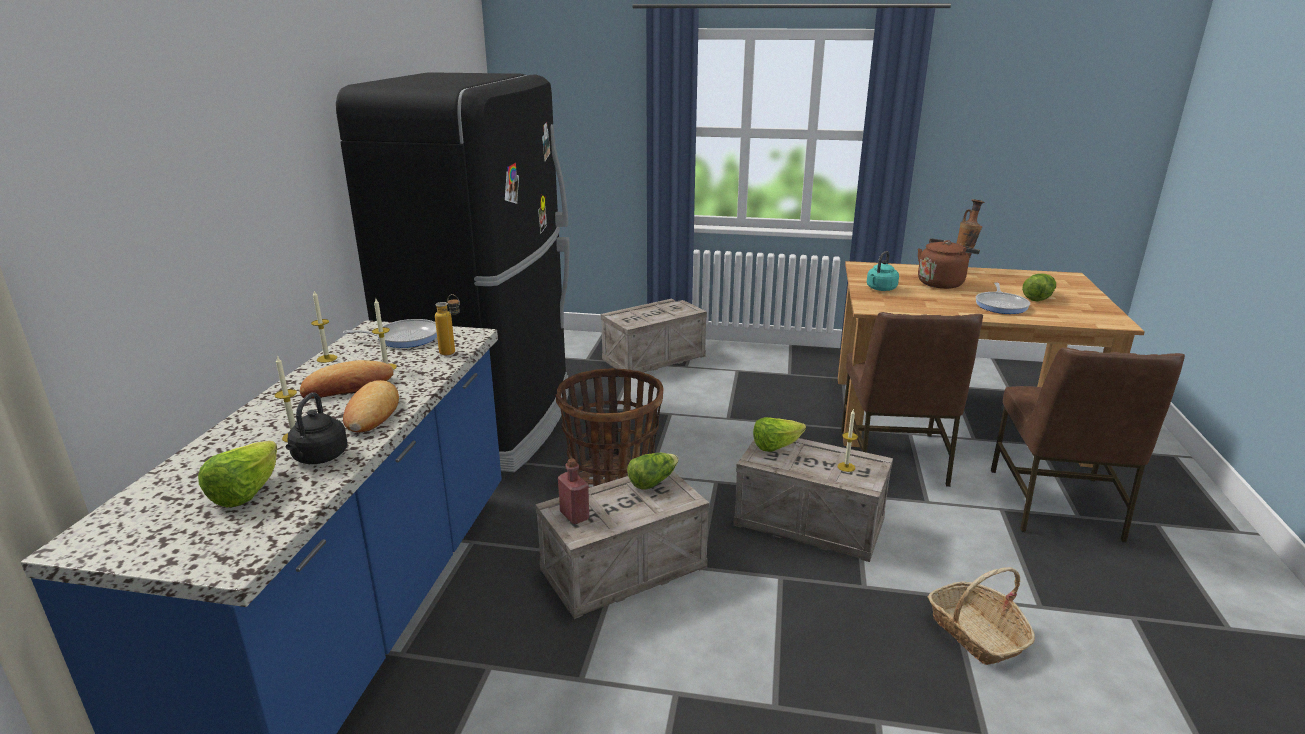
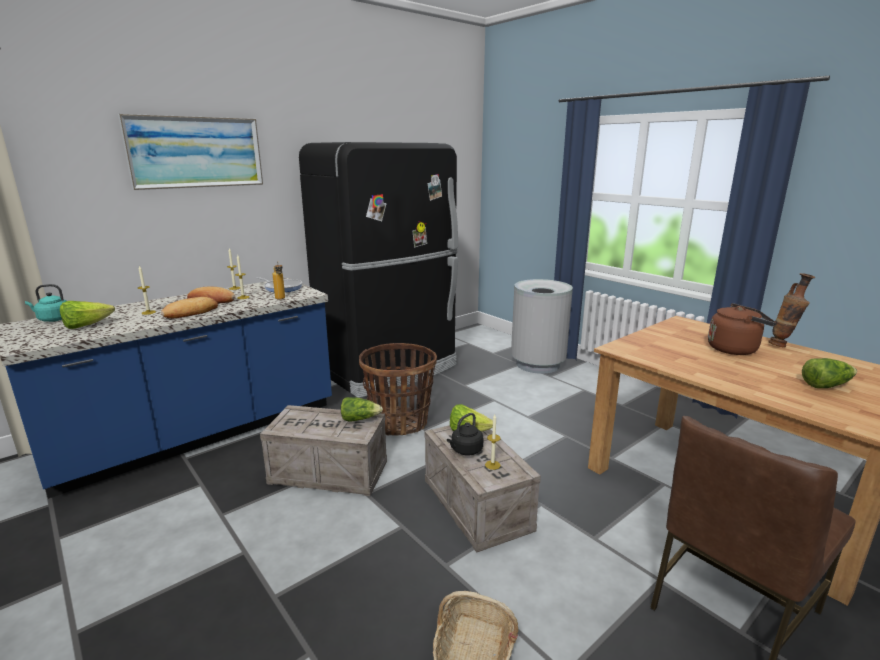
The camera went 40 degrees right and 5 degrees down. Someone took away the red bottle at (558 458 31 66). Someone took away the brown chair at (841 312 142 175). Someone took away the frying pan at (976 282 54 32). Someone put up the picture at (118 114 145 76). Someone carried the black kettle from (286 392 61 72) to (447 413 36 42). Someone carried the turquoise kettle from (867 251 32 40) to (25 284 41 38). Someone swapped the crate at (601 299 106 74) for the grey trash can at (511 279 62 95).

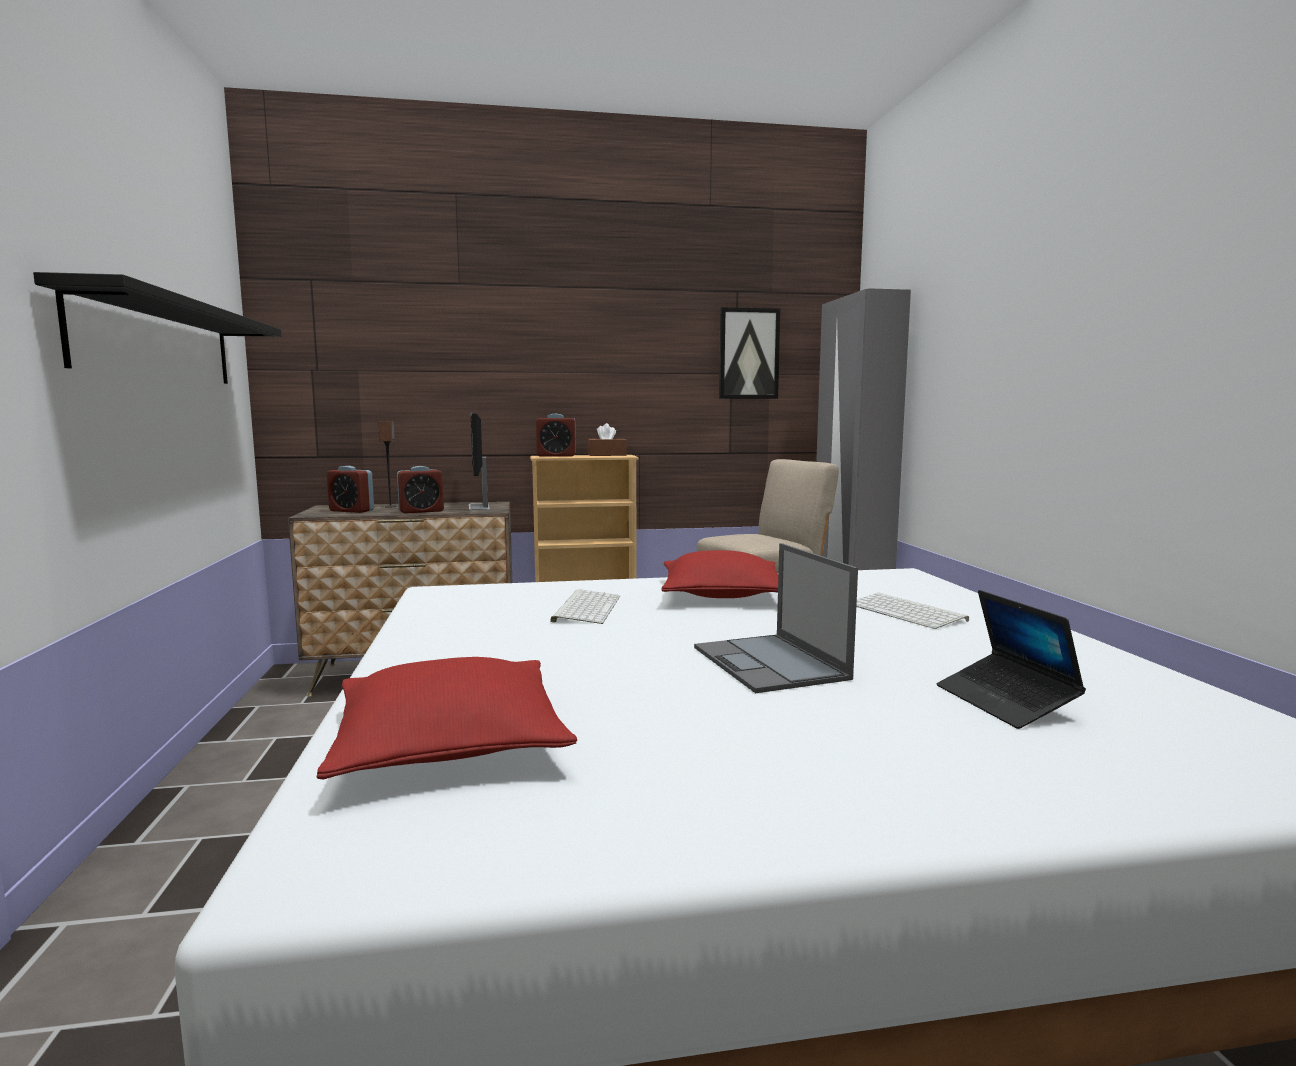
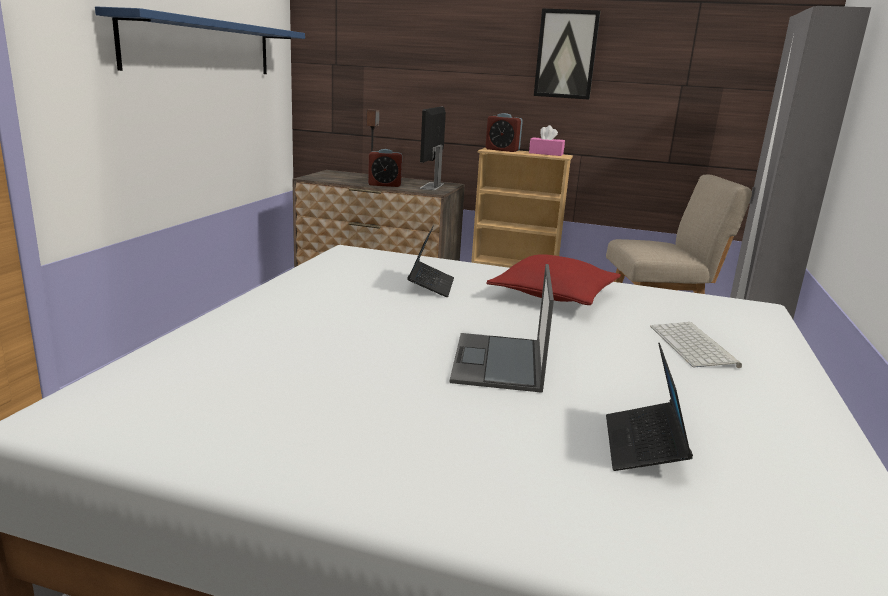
The camera went 25 degrees right and 10 degrees up. Someone took away the red pillow at (317 657 260 123). Someone took away the alarm clock at (327 466 47 47). Someone carried the picture from (719 307 62 92) to (534 8 67 92). Someone swapped the keyboard at (550 589 70 35) for the laptop at (407 225 47 72). Someone repainted the black shelf at (33 272 248 112), which became the blue shelf at (95 6 210 68). Someone repainted the brown tissue box at (587 423 40 33), which became the pink tissue box at (529 125 36 31).

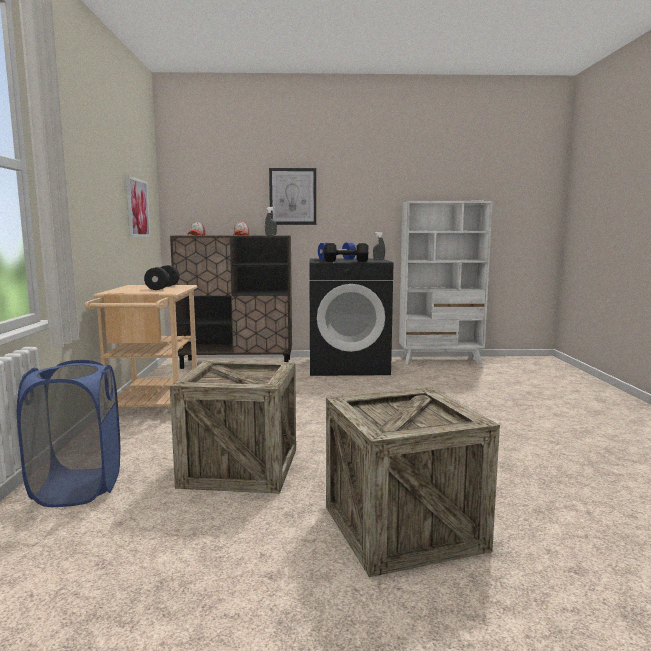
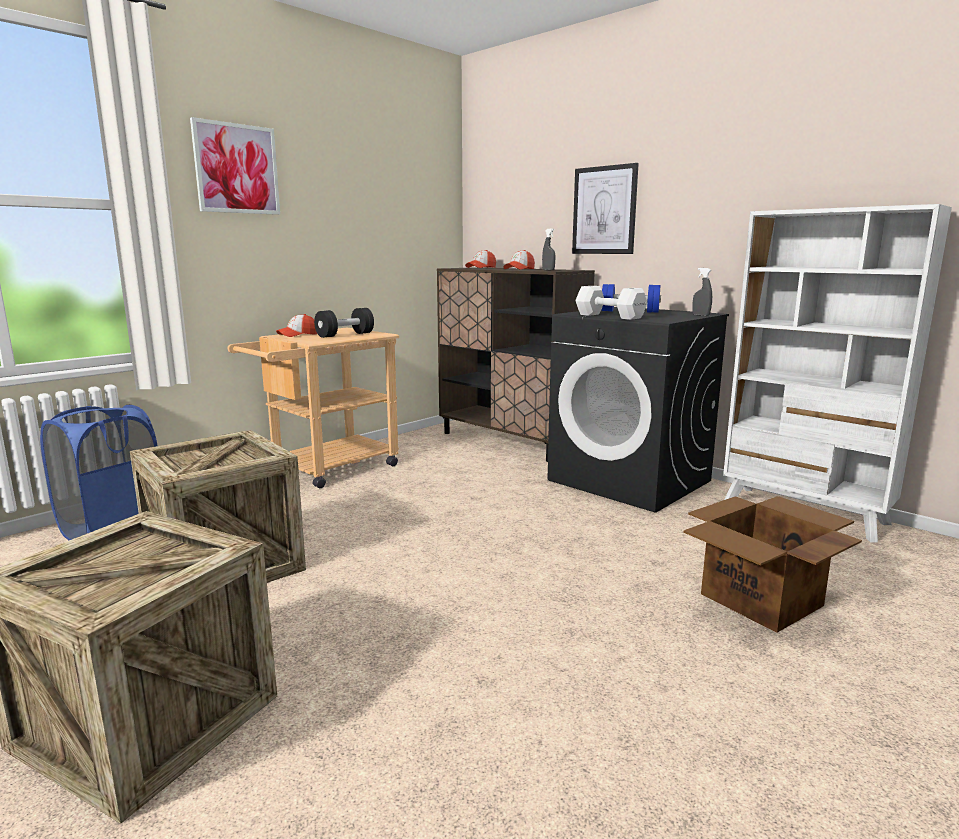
The camera went 45 degrees right and 5 degrees up. Someone put down the cap at (276 314 41 23). Someone put down the cardboard box at (683 496 179 137). Someone carried the picture from (126 176 24 61) to (190 117 90 98). Someone repainted the black dumbbell at (324 243 44 19), which became the white dumbbell at (575 286 72 34).

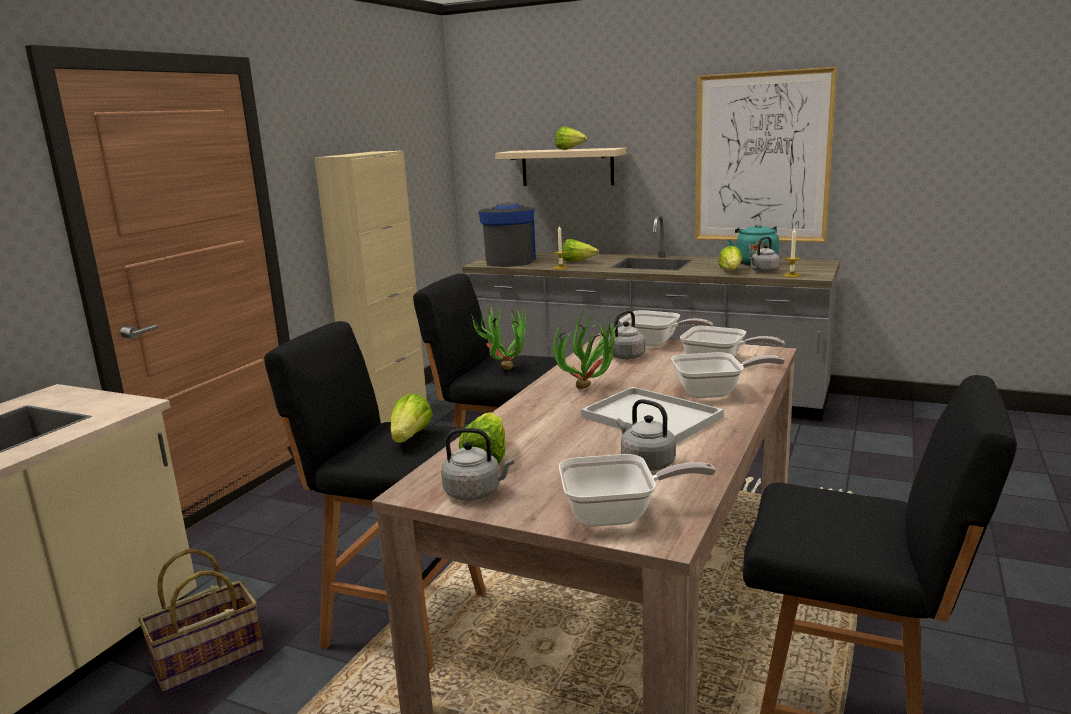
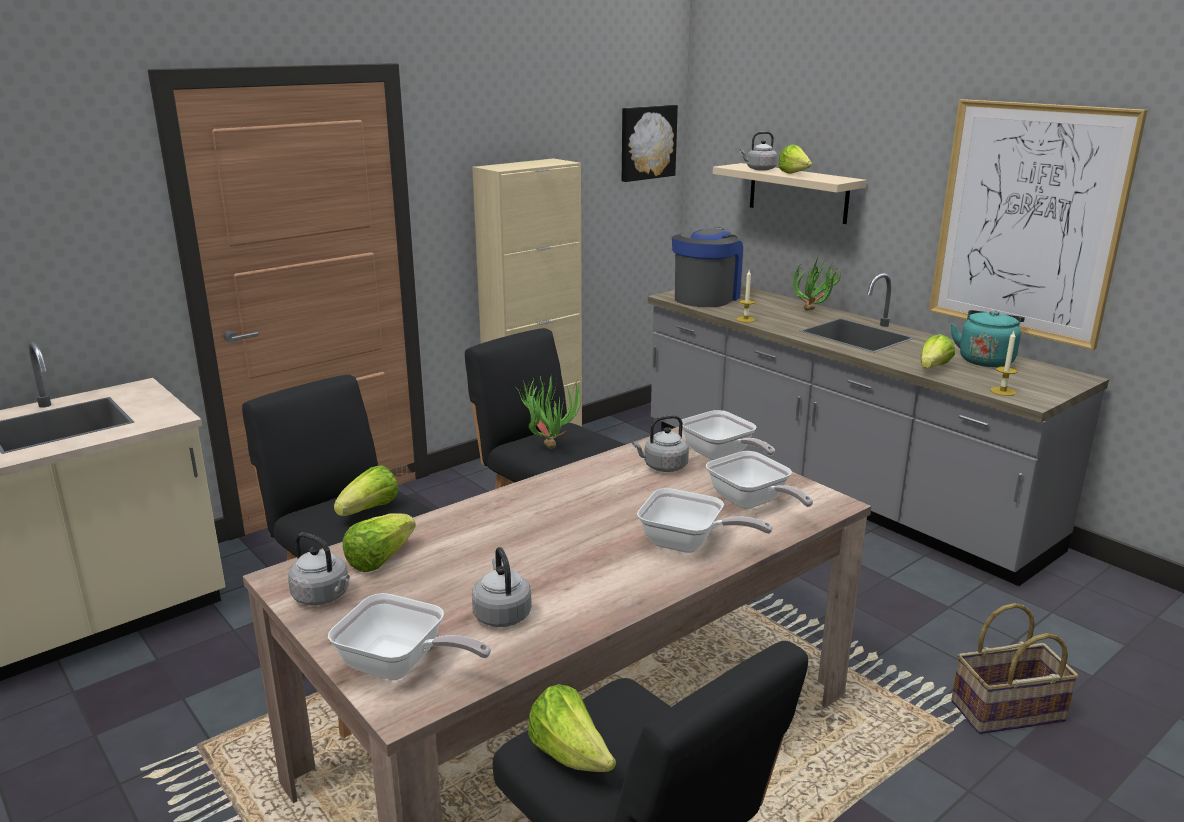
The camera went 25 degrees right and 5 degrees up. Someone took away the white tray at (581 387 143 57). Someone put up the picture at (622 105 56 77). Someone carried the basket from (138 549 126 145) to (951 603 128 131). Someone carried the potted plant from (553 312 68 77) to (792 257 50 54). Someone carried the lettuce from (562 239 37 23) to (528 684 88 88). Someone carried the grey kettle from (749 237 31 36) to (740 131 37 40).

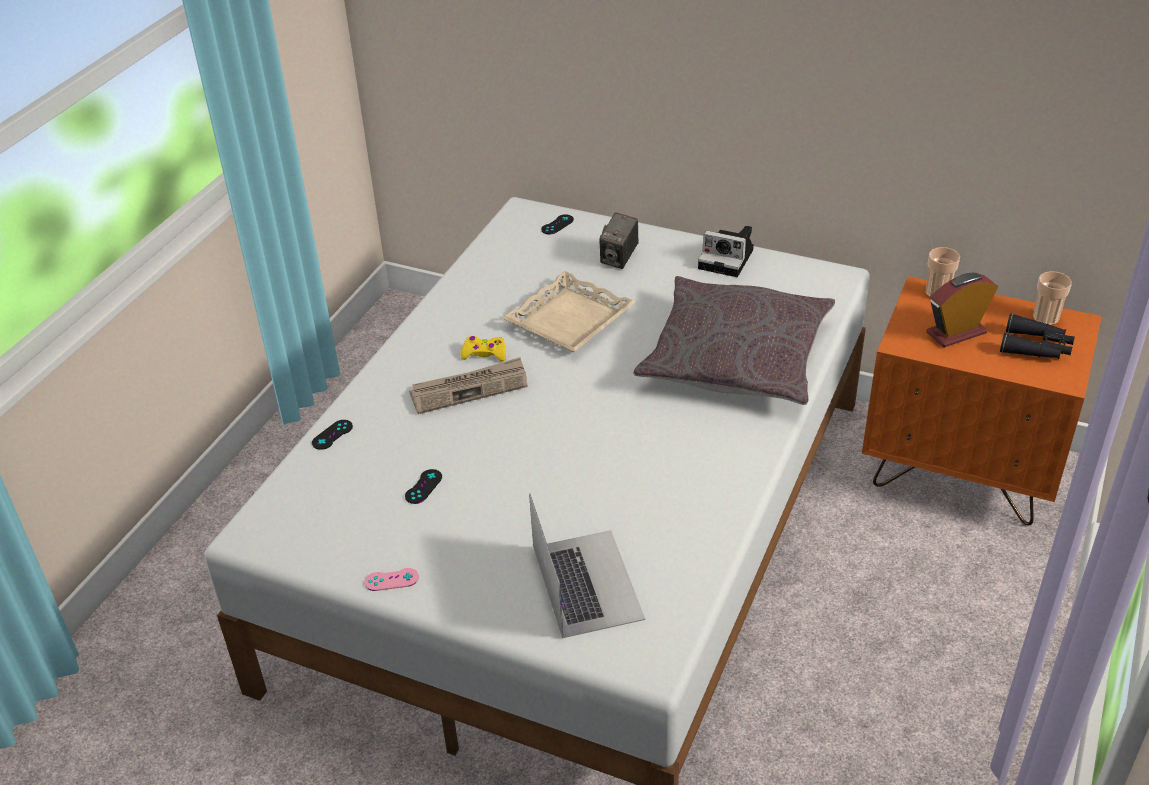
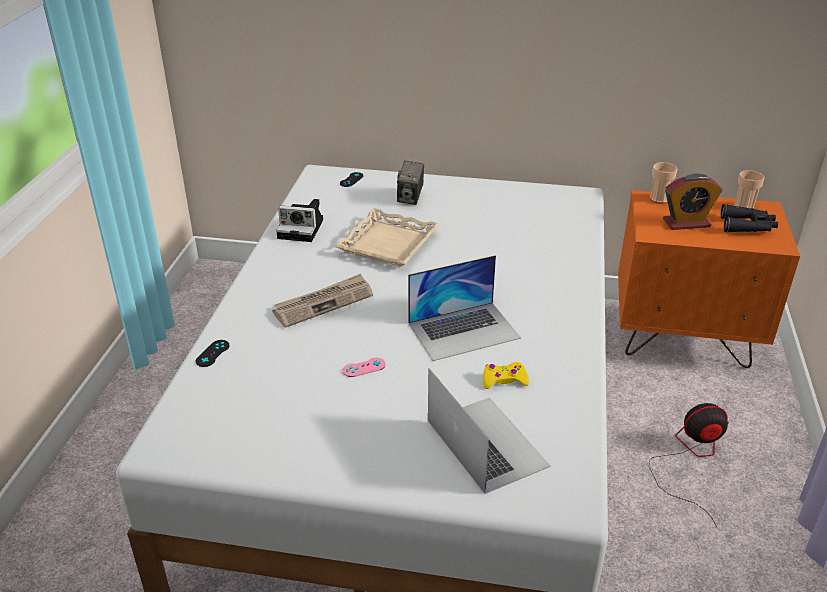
The camera went 15 degrees left and 5 degrees down. Someone took away the black game controller at (405 469 37 35). Someone took away the grey pillow at (634 276 201 129). Someone put down the laptop at (408 255 113 106). Someone put down the fan at (649 403 80 124). Someone carried the pink game controller from (364 568 55 23) to (342 358 44 19). Someone carried the yellow game controller from (460 336 46 25) to (483 362 46 27). Someone carried the photo camera from (698 226 56 51) to (276 199 47 43). Someone rotated the alarm clock at (926 273 72 75) by 150 degrees counterclockwise.

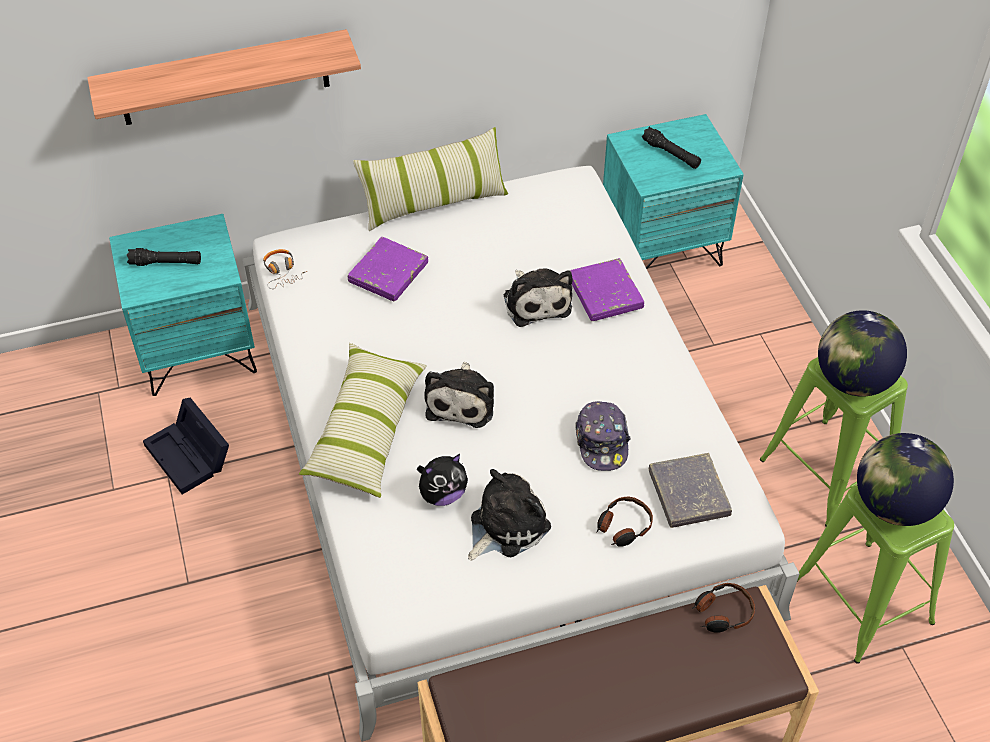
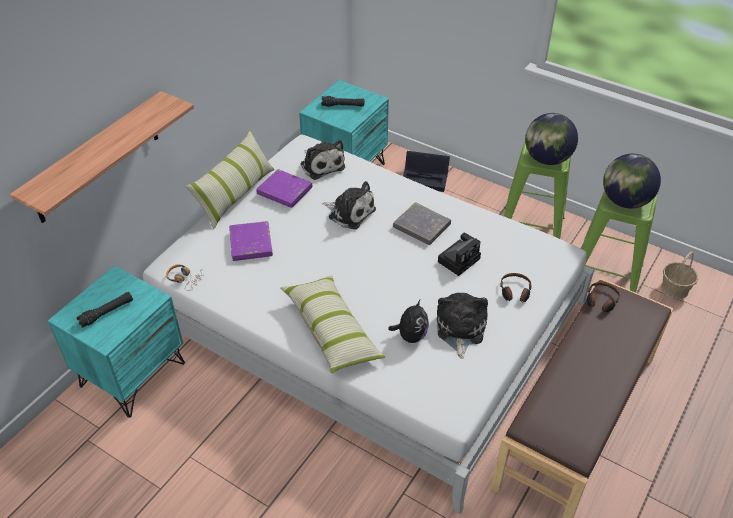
The camera went 40 degrees left and 5 degrees down. Someone put down the basket at (661 251 37 48). Someone carried the black storage box from (143 398 86 97) to (403 151 47 41). Someone carried the plush toy from (424 362 70 66) to (301 140 44 40). Someone carried the purple book from (570 258 74 63) to (256 169 56 39). Someone carried the grey book from (649 453 83 75) to (393 202 58 43). Someone swapped the cap at (575 401 56 70) for the photo camera at (438 233 43 43).

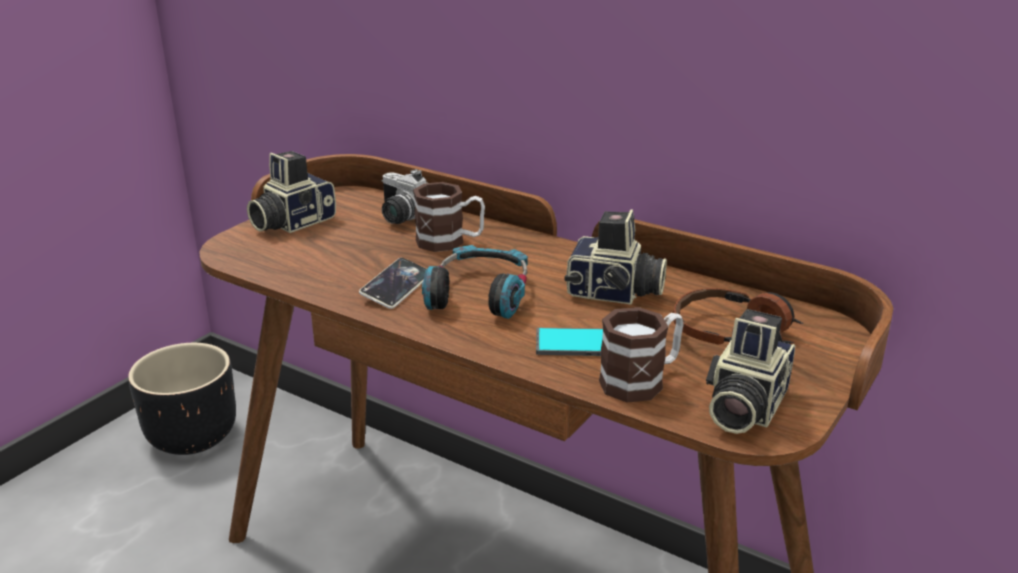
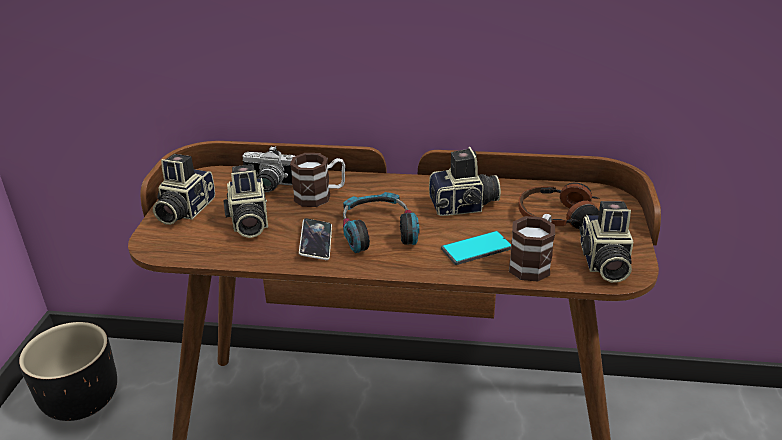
The camera went 25 degrees left and 5 degrees up. Someone put down the photo camera at (223 164 45 74).

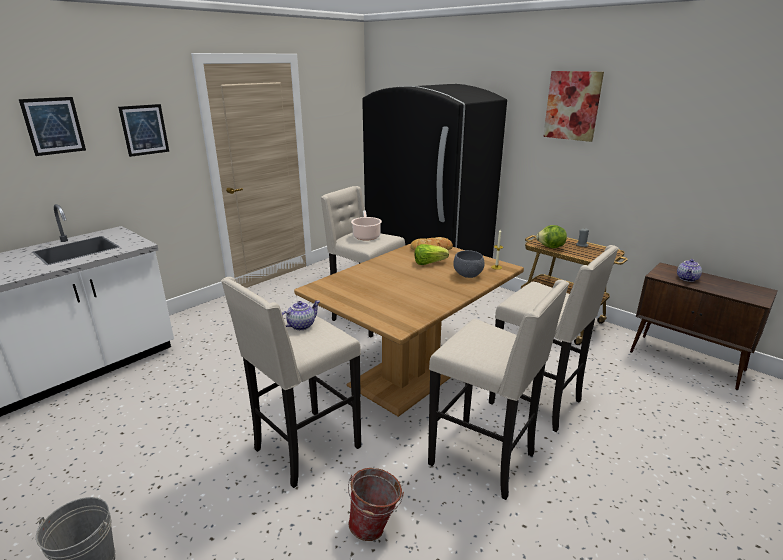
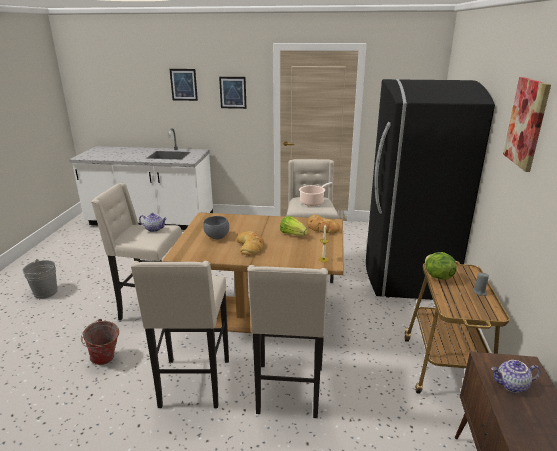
The camera went 55 degrees right and 0 degrees up. Someone put down the bread at (237 231 27 25). Someone carried the grey bowl from (453 250 31 28) to (203 216 26 23).

